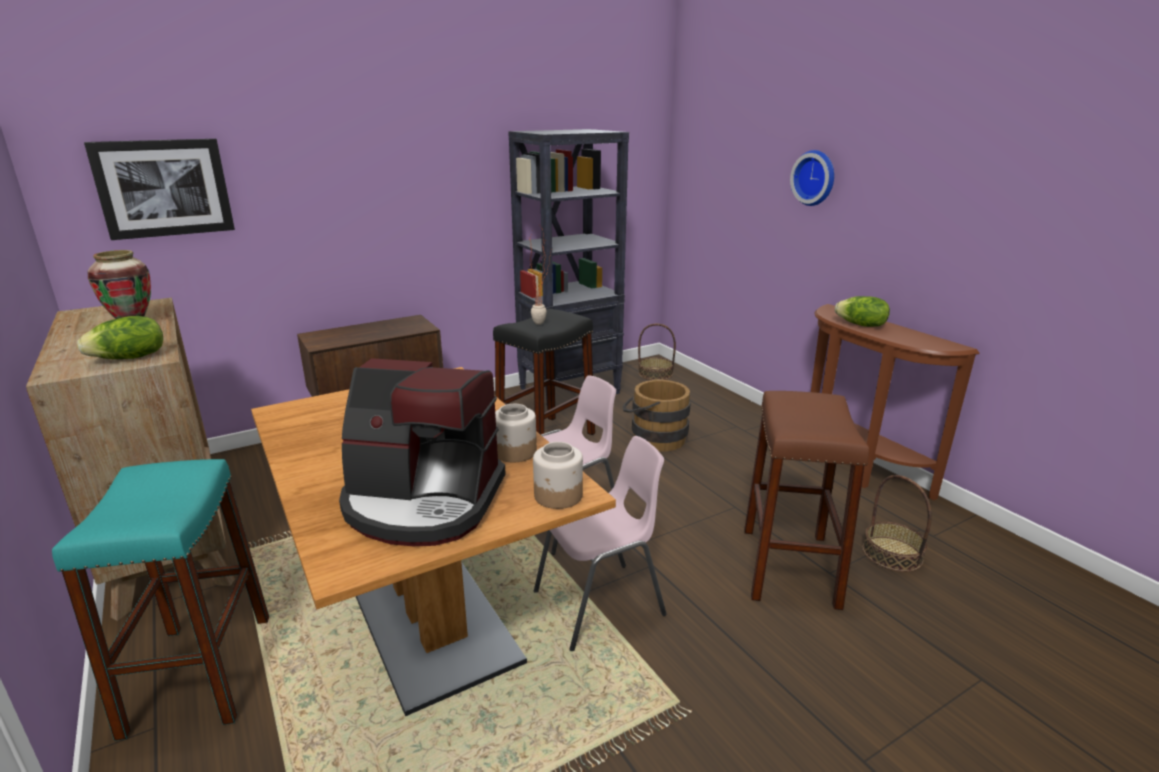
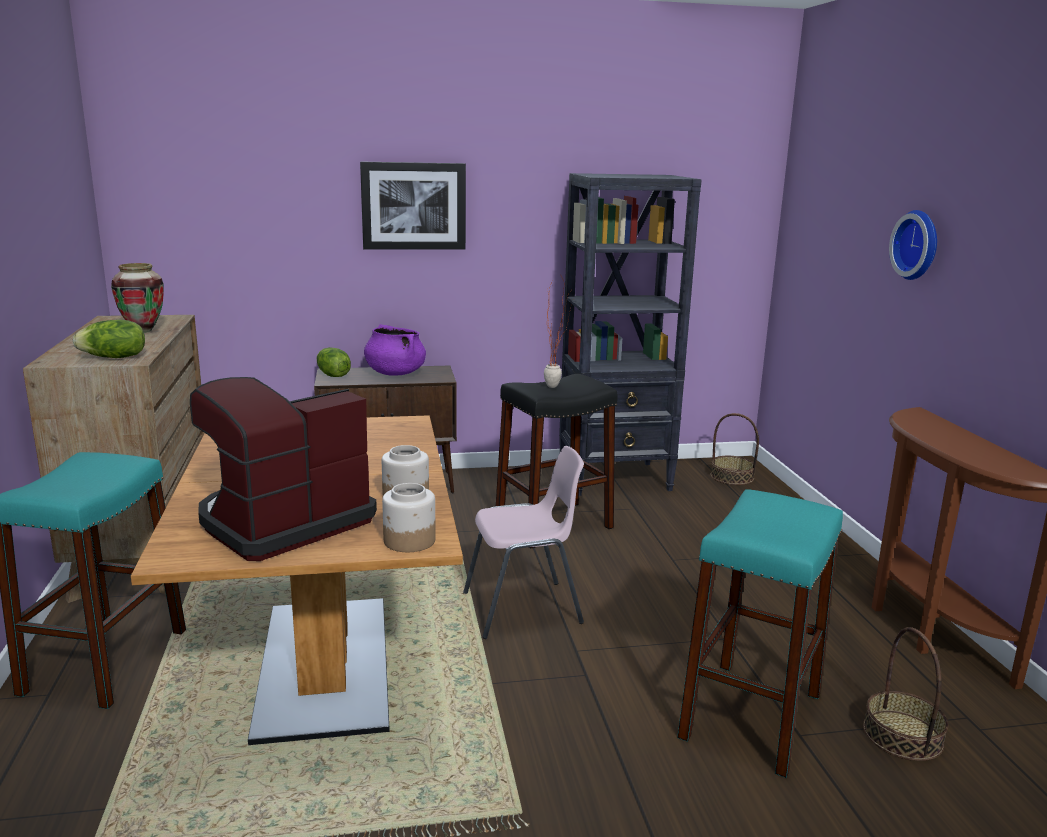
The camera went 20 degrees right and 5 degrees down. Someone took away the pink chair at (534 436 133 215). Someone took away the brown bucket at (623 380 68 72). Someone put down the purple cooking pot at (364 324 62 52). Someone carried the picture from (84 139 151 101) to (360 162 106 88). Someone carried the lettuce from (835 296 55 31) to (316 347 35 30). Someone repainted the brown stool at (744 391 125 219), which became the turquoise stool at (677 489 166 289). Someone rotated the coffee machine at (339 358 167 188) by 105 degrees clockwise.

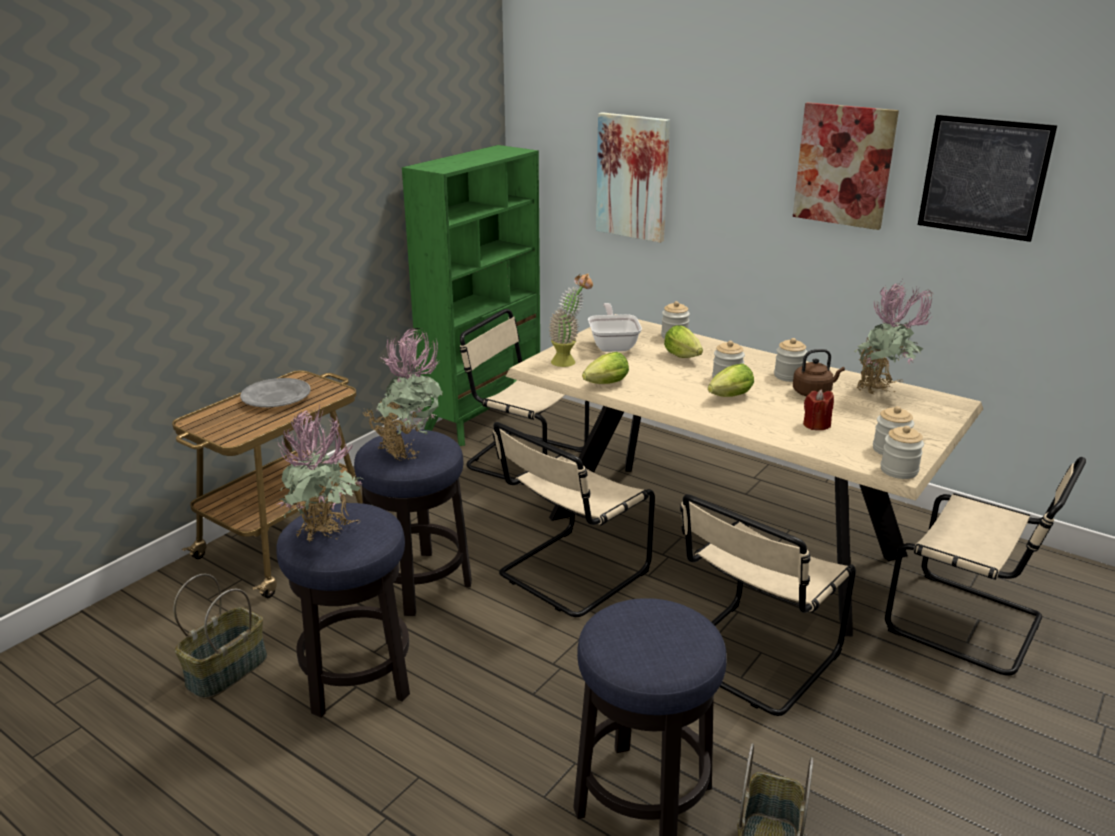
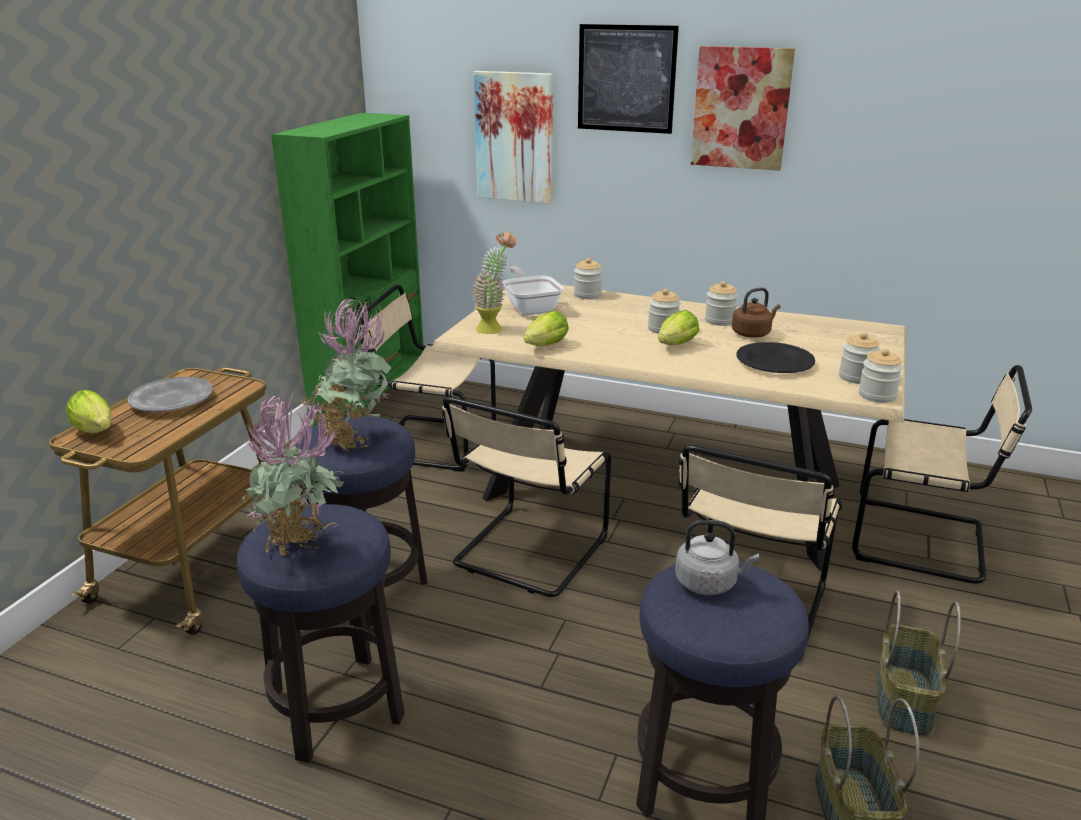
The camera went 15 degrees left and 0 degrees up. Someone took away the potted plant at (854 280 79 115). Someone put down the grey kettle at (675 520 84 75). Someone carried the basket from (173 574 94 125) to (877 591 84 145). Someone carried the lettuce from (664 325 39 33) to (66 390 46 43). Someone carried the picture from (918 115 139 127) to (578 24 101 110). Someone swapped the red candle at (803 389 31 41) for the black plate at (736 342 79 31).

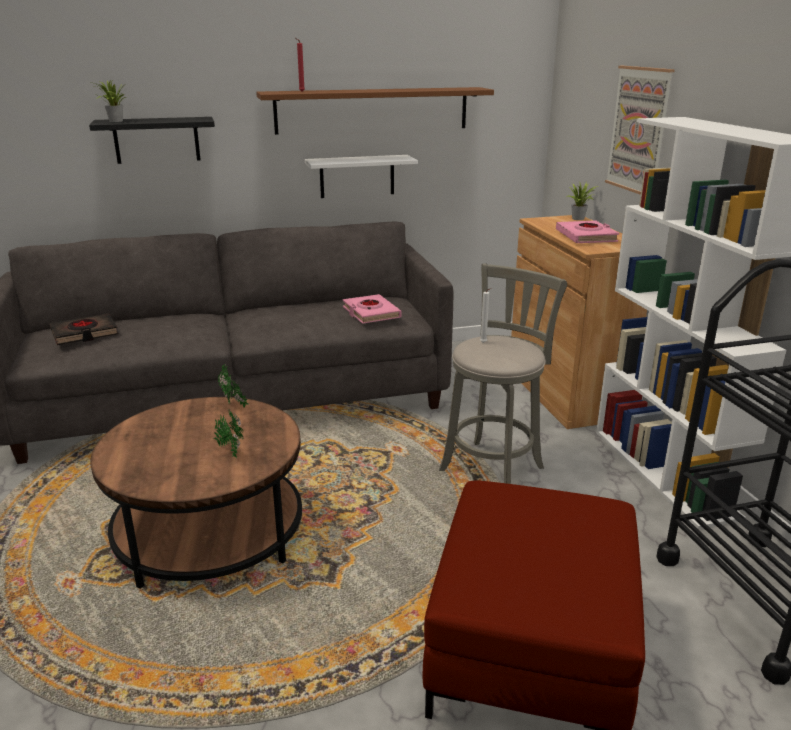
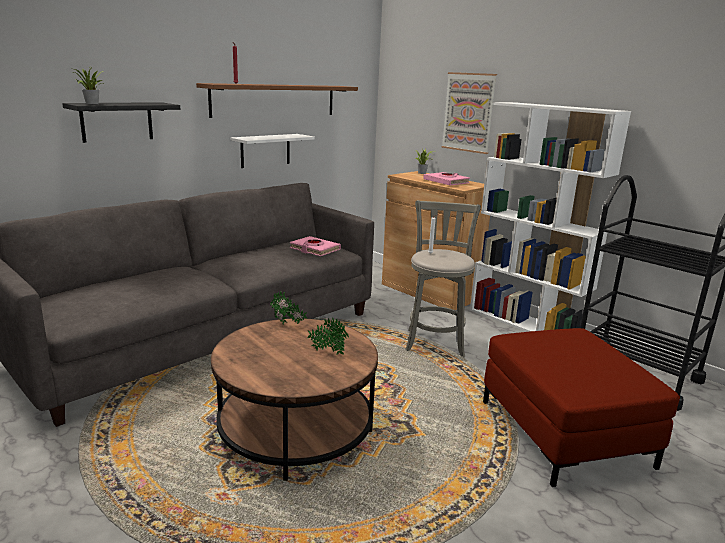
The camera went 30 degrees left and 5 degrees down. Someone took away the black book at (50 313 68 32).

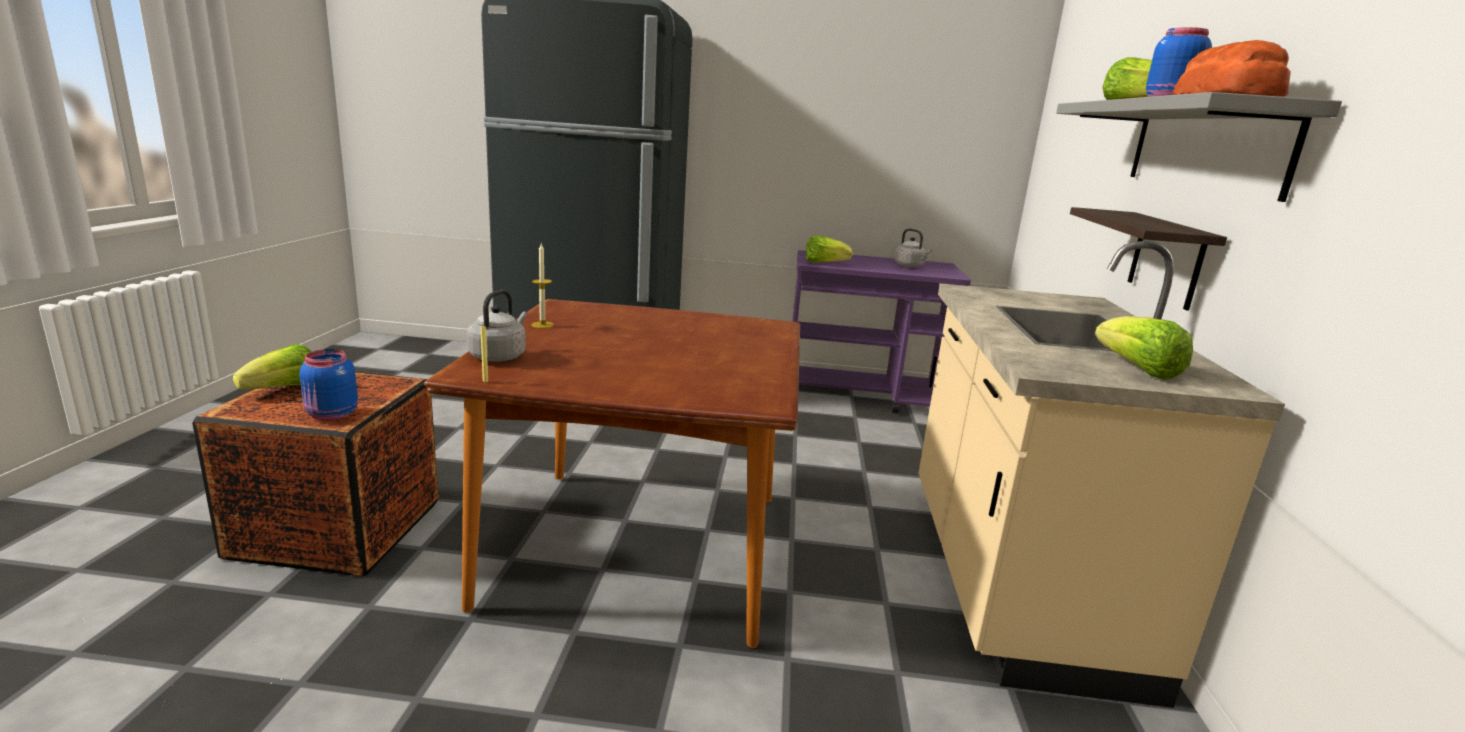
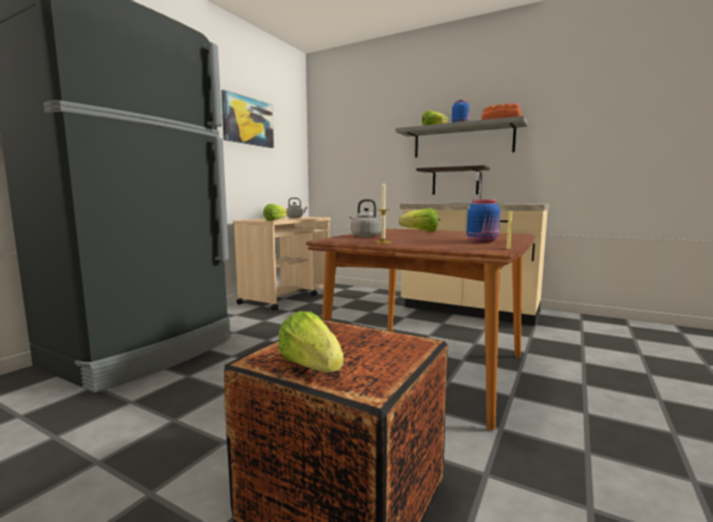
The camera went 65 degrees left and 10 degrees down. Someone put up the picture at (221 90 53 58). Someone carried the blue jar from (299 349 59 72) to (467 199 33 44). Someone carried the grey kettle from (467 290 60 72) to (349 199 32 38). Someone carried the lettuce from (1095 316 98 64) to (399 208 40 24). Someone repainted the purple cart at (792 250 179 163), which became the beige cart at (233 217 98 94).

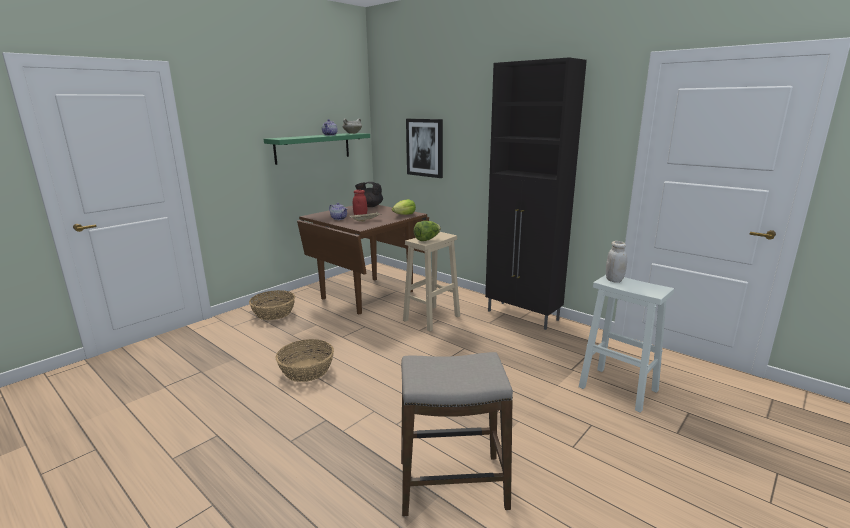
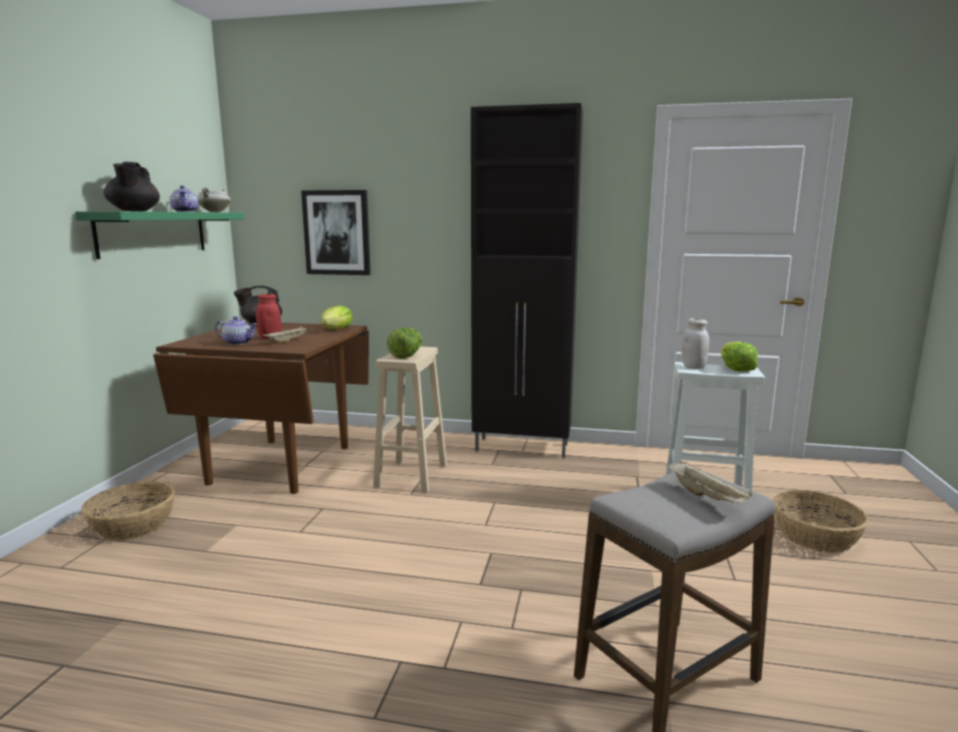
The camera went 30 degrees left and 5 degrees down. Someone put down the black teapot at (104 162 56 49). Someone put down the beige tray at (666 461 86 42). Someone put down the lettuce at (721 341 37 30). Someone carried the basket from (276 339 58 43) to (773 490 96 63).

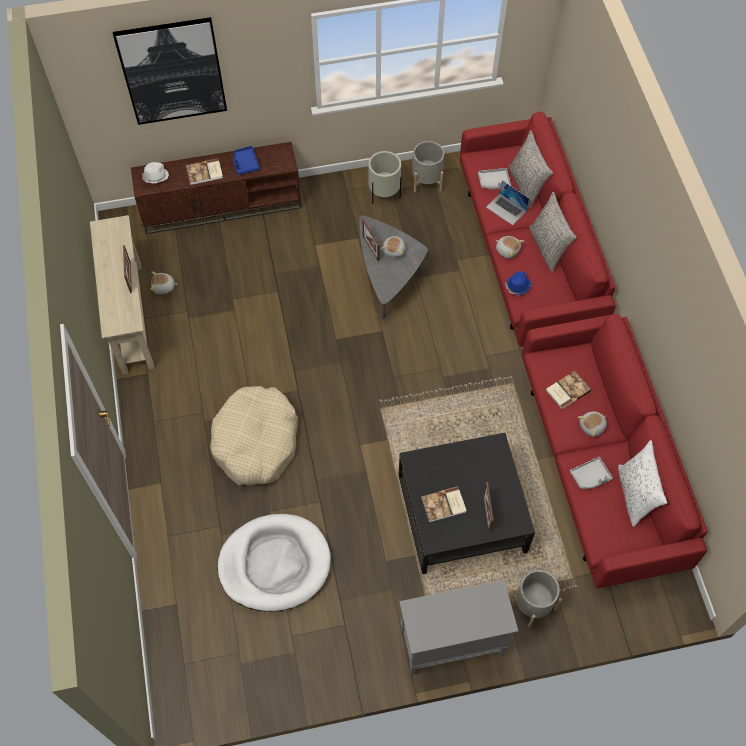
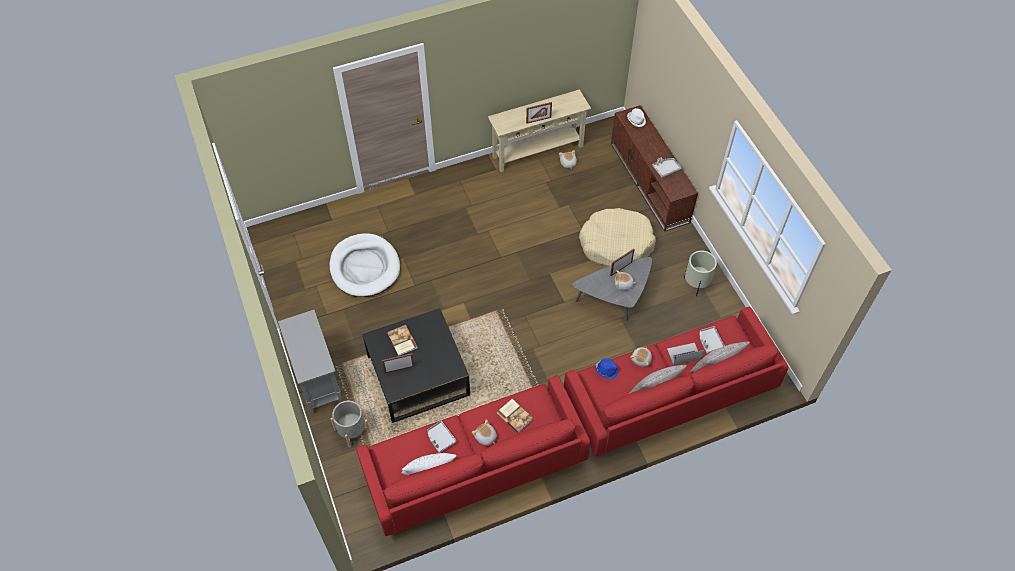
The camera went 80 degrees right and 5 degrees down. Someone took away the picture at (113 17 114 108). Someone took away the book at (186 159 37 26). Someone took away the grey planter at (412 141 32 51). Someone carried the beige dog bed from (210 386 88 99) to (579 208 77 58). Someone repainted the blue tray at (233 146 27 29), which became the grey tray at (653 158 28 19). Someone rotated the laptop at (486 180 43 45) by 45 degrees clockwise.

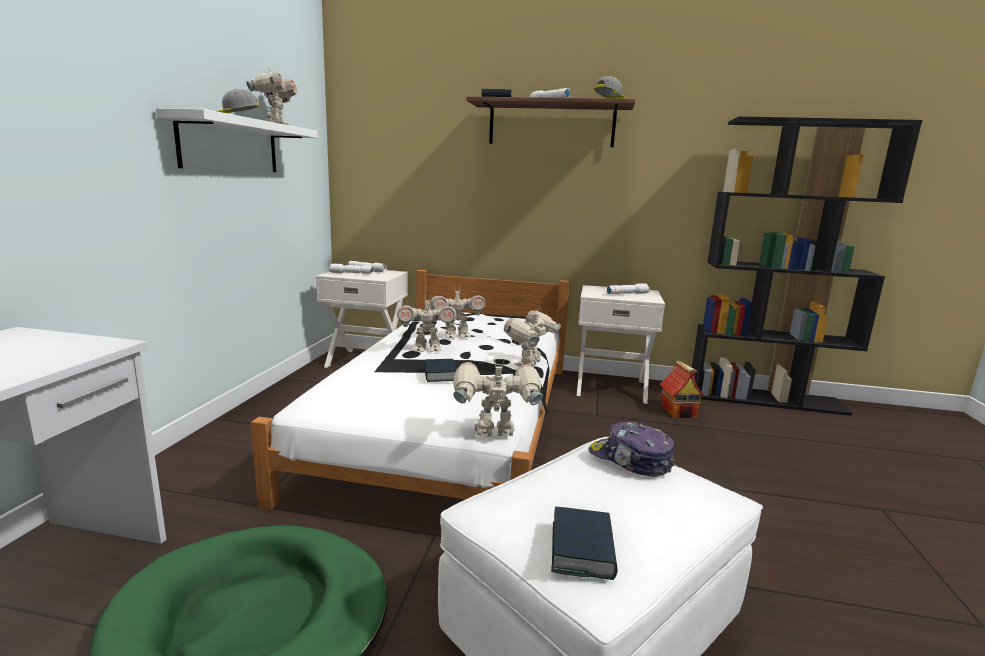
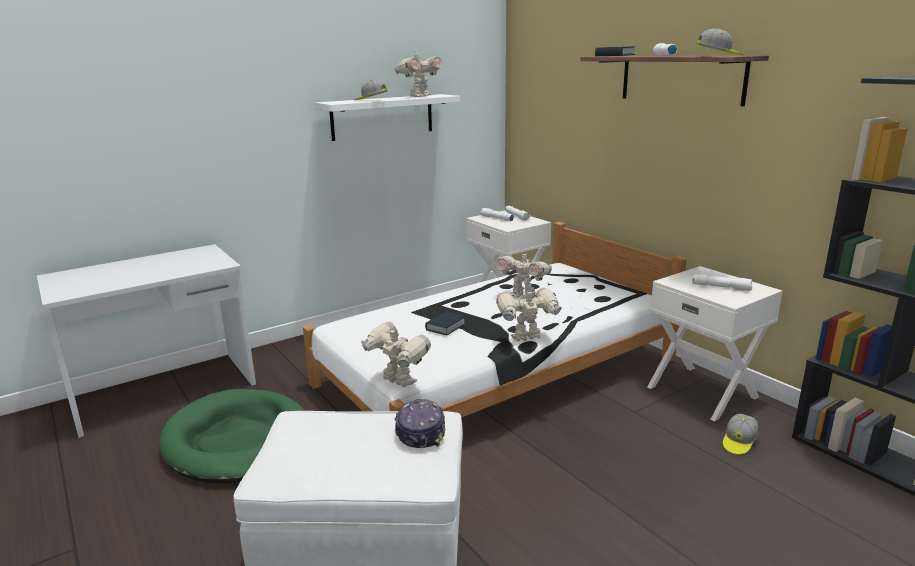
The camera went 45 degrees right and 5 degrees up. Someone took away the toy robot at (397 295 60 57). Someone took away the book at (551 507 67 73). Someone swapped the toy house at (659 360 45 58) for the cap at (723 414 35 41).

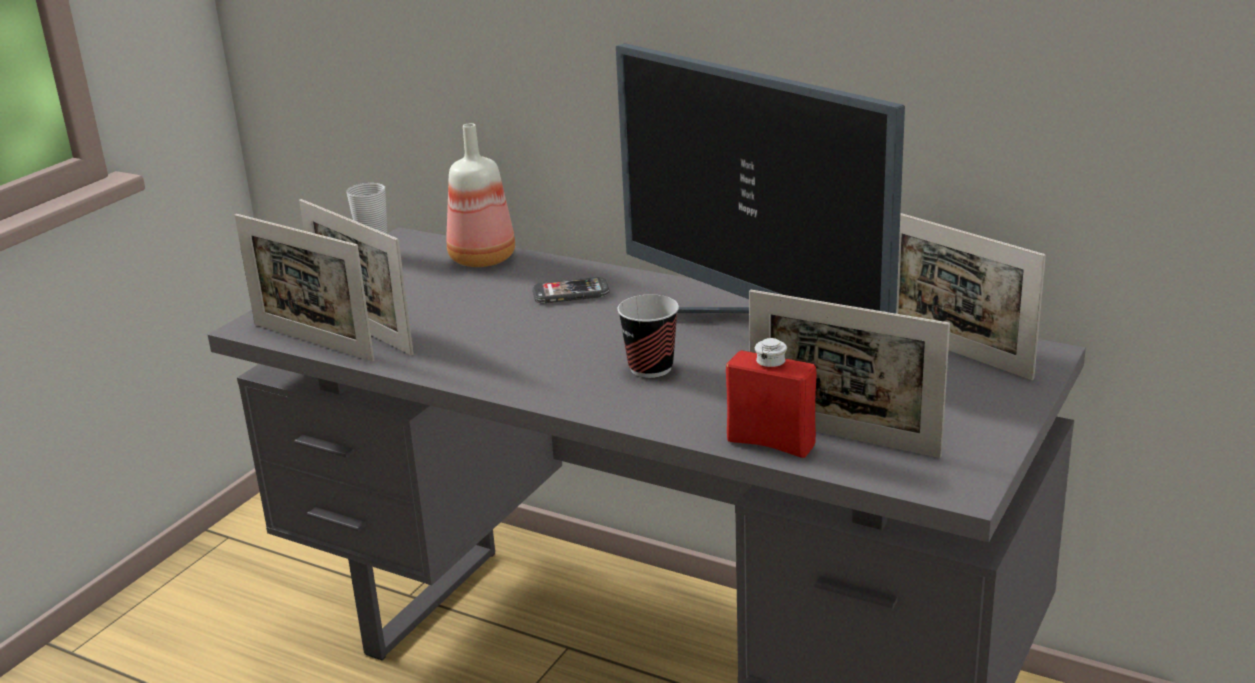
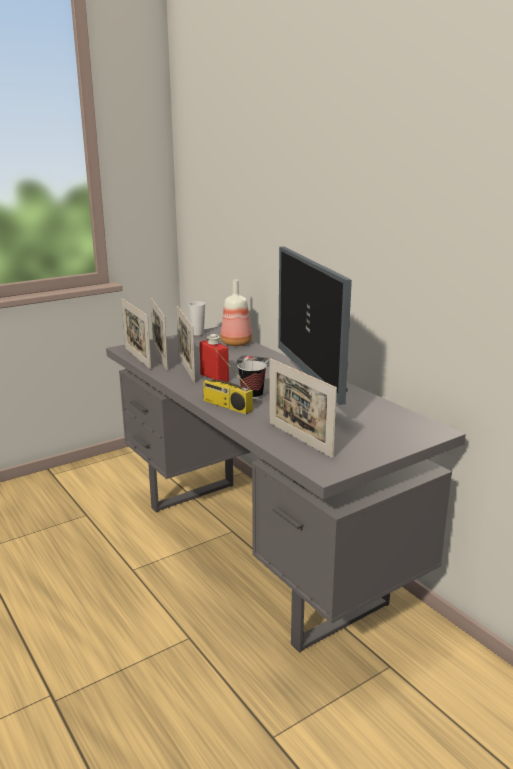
The camera went 25 degrees right and 5 degrees down. Someone put down the radio at (202 349 51 65). Someone carried the red bottle from (726 338 90 120) to (200 334 29 48). Someone carried the picture frame from (896 213 150 167) to (176 306 19 77).

